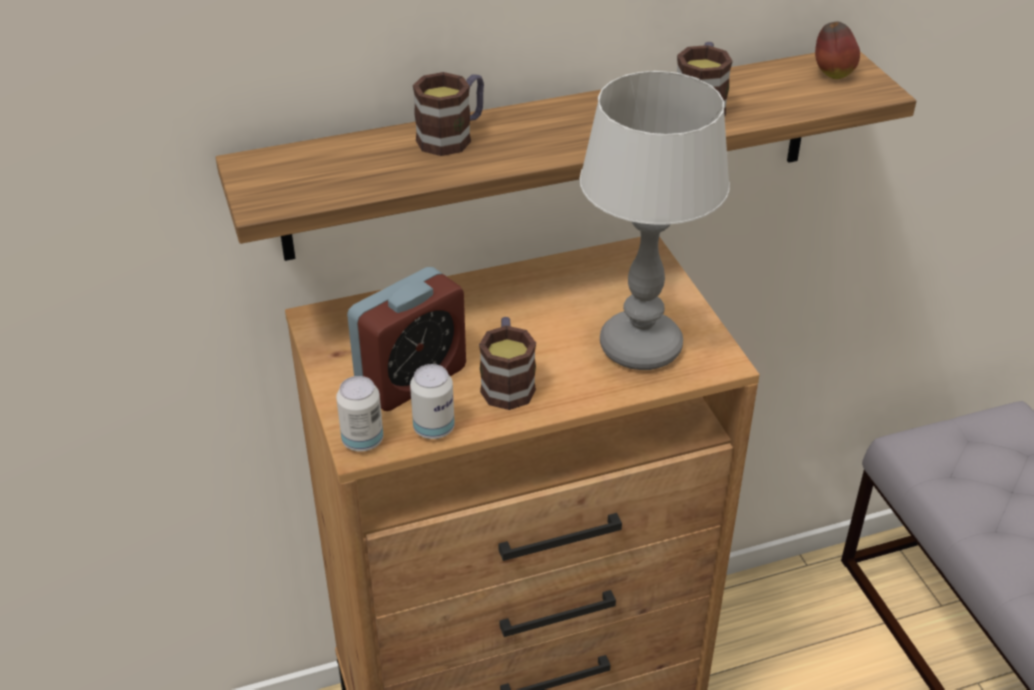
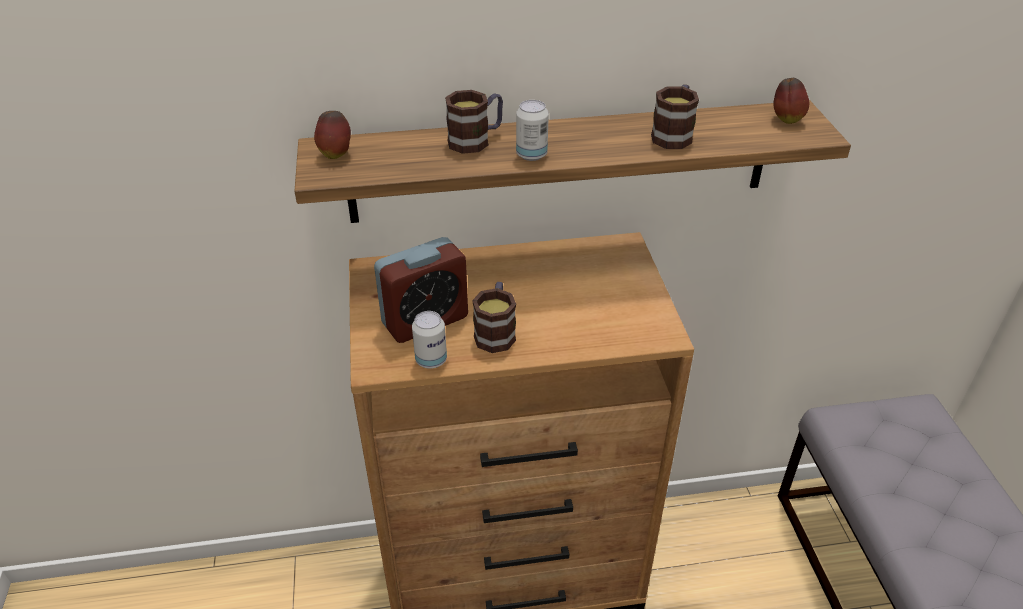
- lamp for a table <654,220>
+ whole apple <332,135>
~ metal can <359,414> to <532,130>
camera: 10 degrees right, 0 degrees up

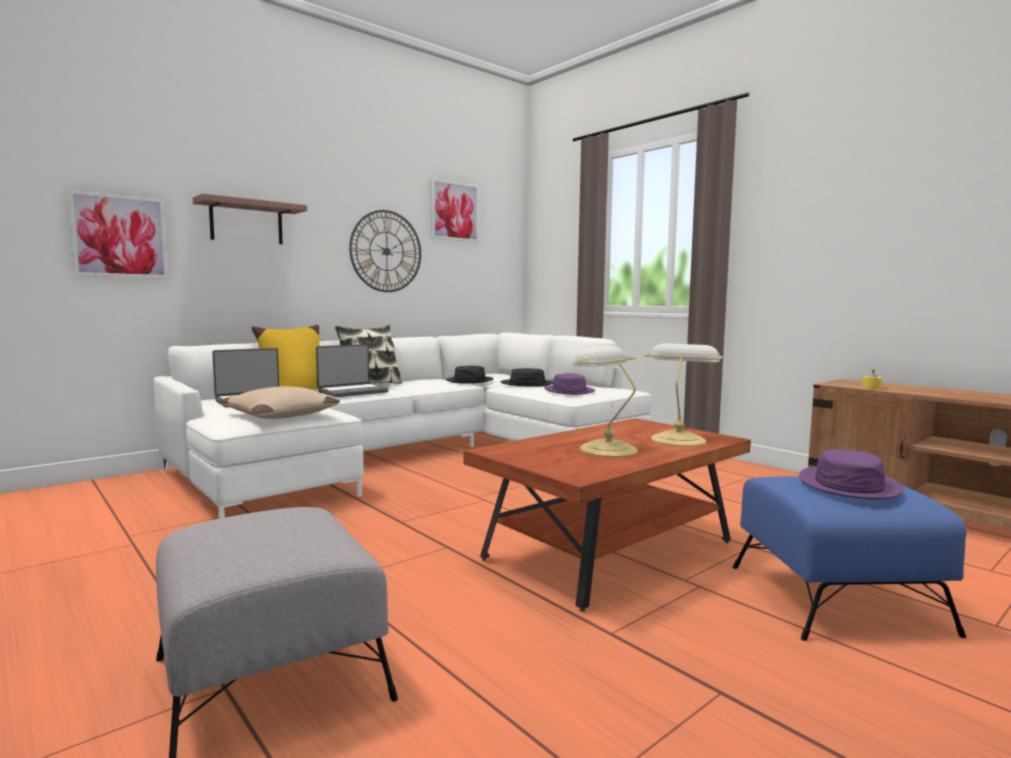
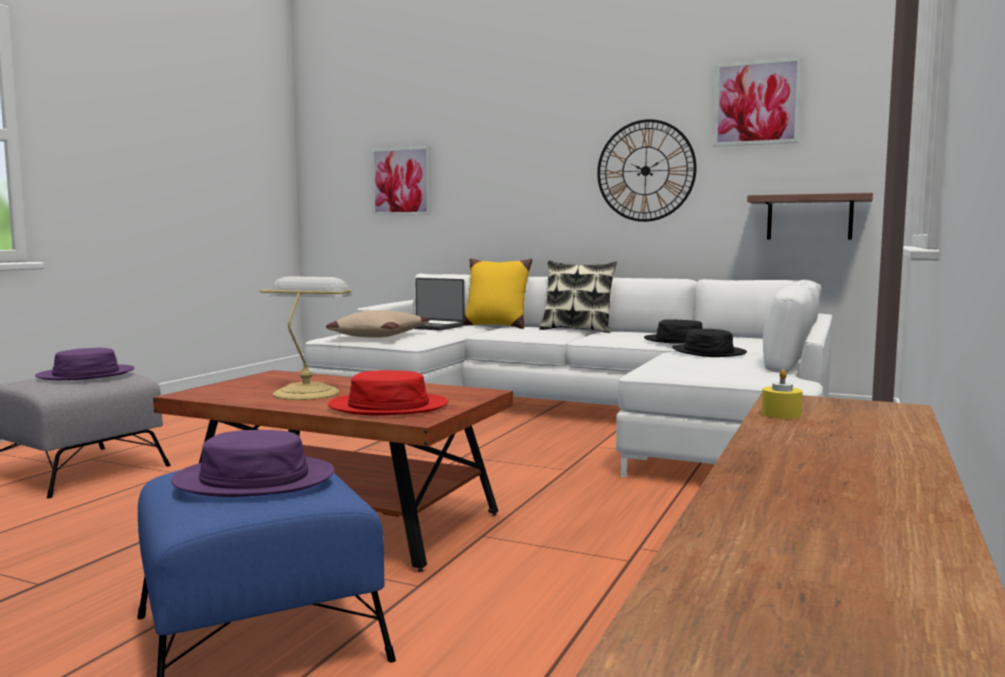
- portable computer <352,370>
~ wall shelf <250,218> to <810,216>
~ wearable hat/purple-coloured <569,384> to <85,364>
~ lamp for a table <683,395> to wearable hat/red-coloured <388,393>
camera: 65 degrees right, 0 degrees up

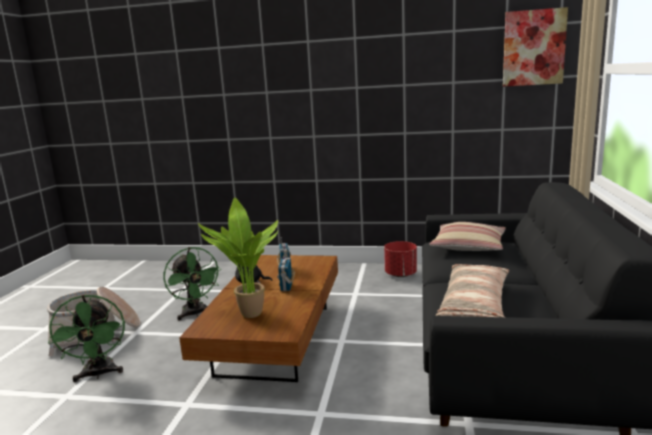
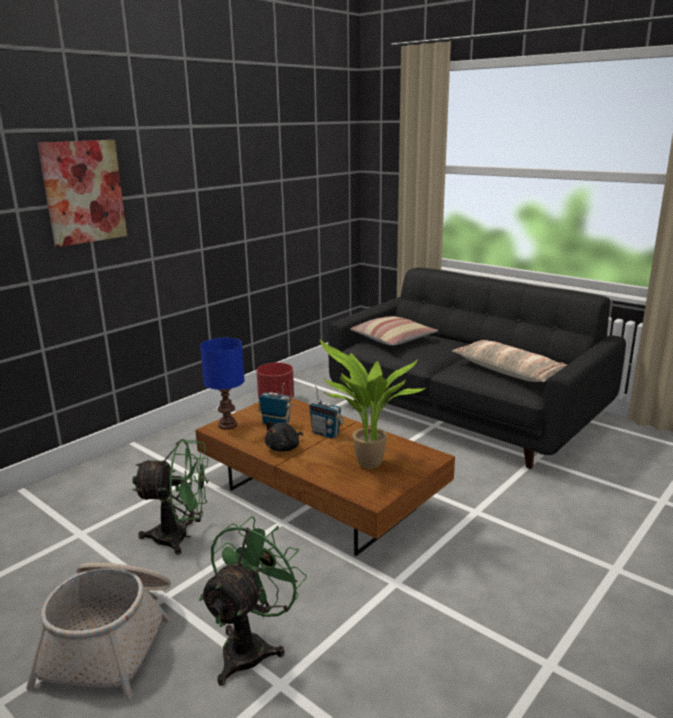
+ lamp for a table/bluish <222,384>
~ wall picture <535,47> to <82,193>
~ cooling fan/green-coloured <86,338> = <253,601> 75 degrees counterclockwise
camera: 60 degrees left, 5 degrees up

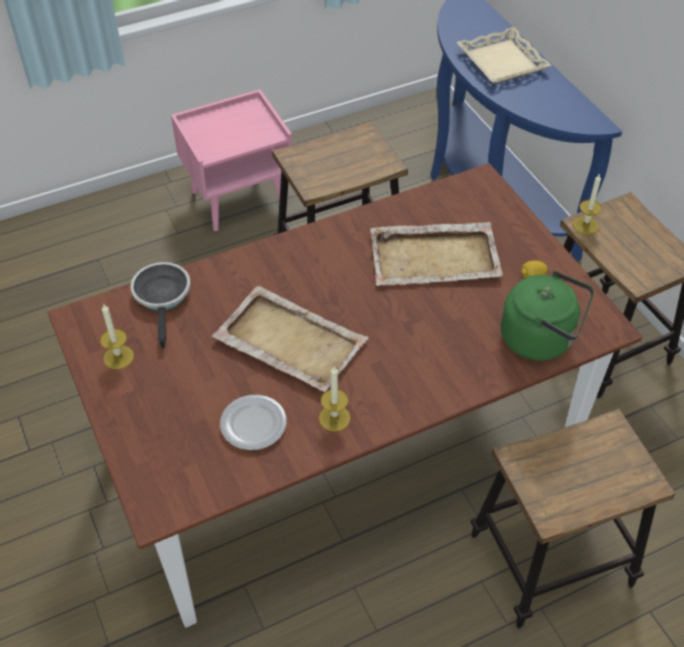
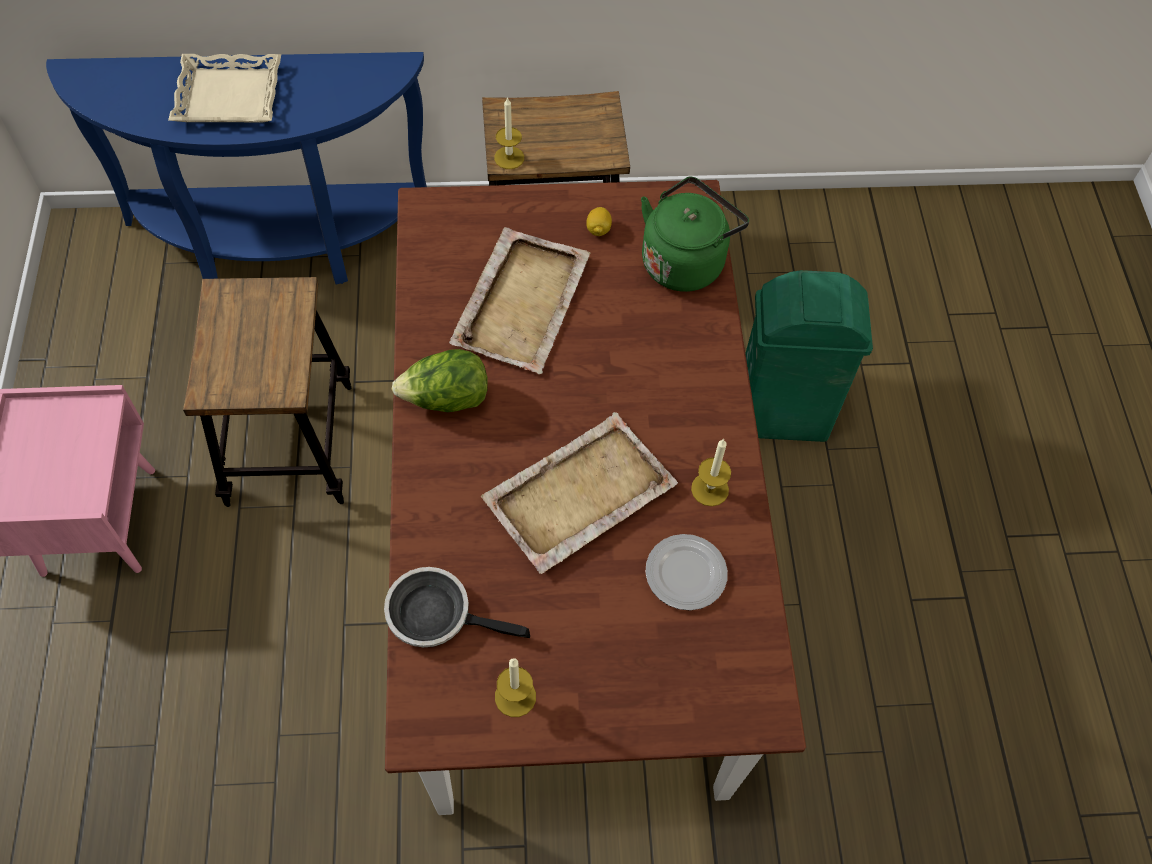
+ head of lettuce <440,380>
~ sitting stool <573,519> to rubbish bin/green-coloured <809,356>
camera: 70 degrees left, 10 degrees up

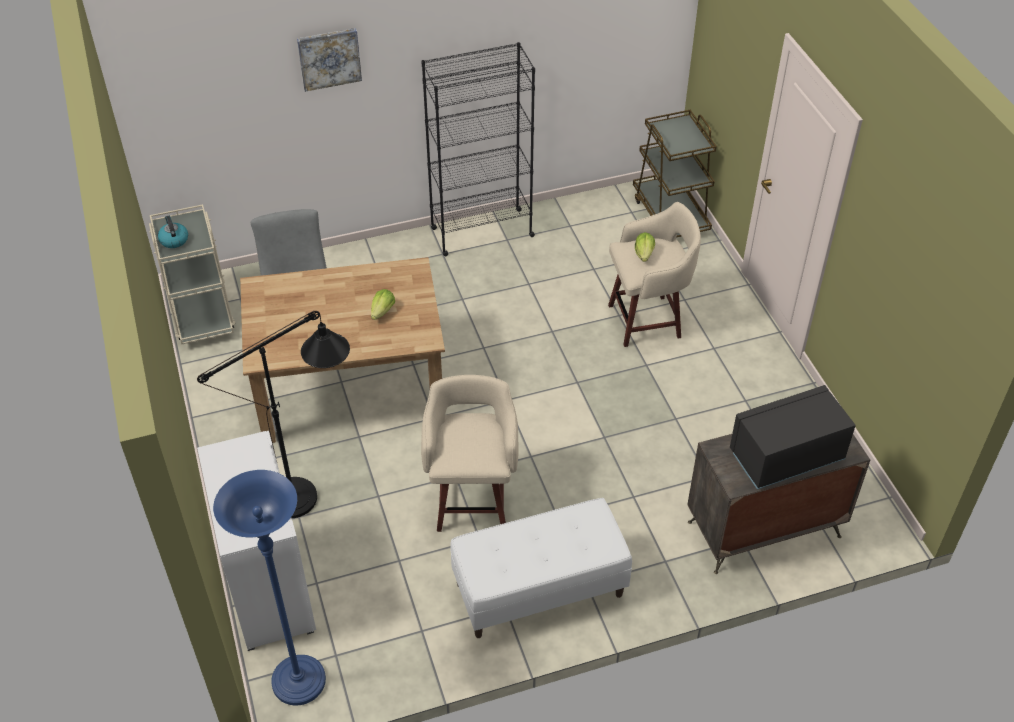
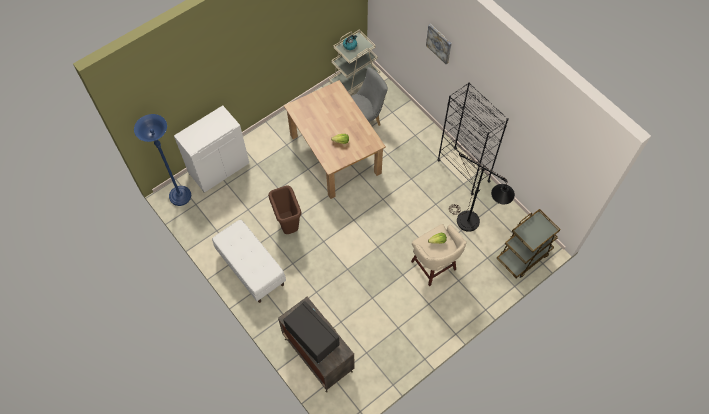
~ standing lamp/black-coloured <273,414> to <482,192>
~ sitting stool/sand-coloured <470,453> to rubbish bin/brown-coloured <284,209>
camera: 70 degrees right, 15 degrees up

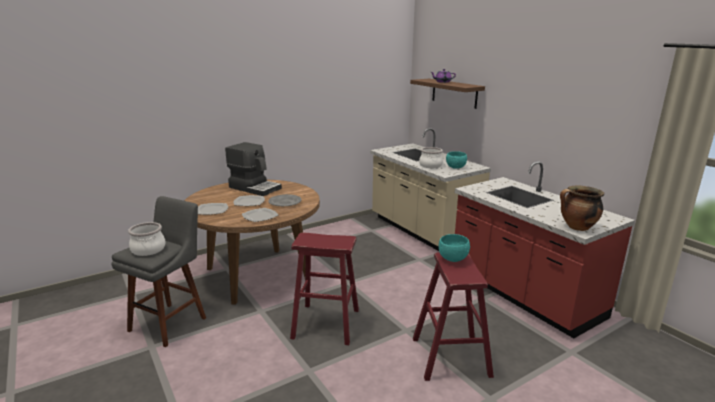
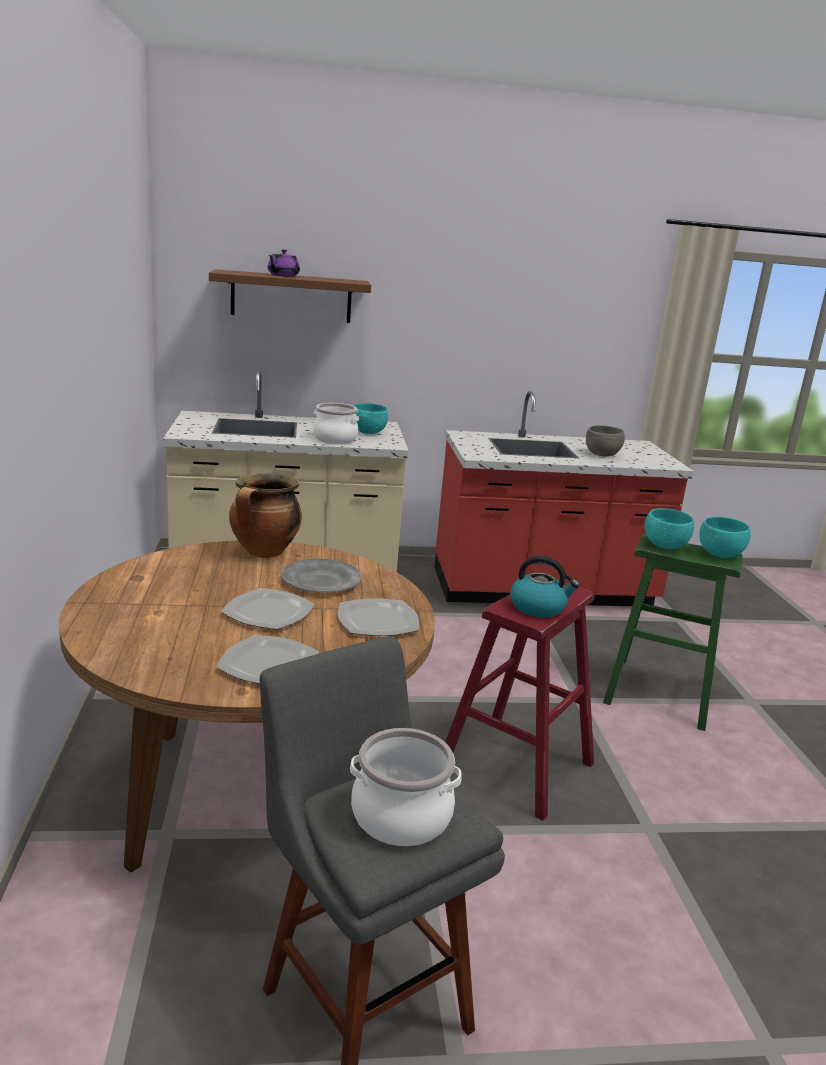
- coffee maker <253,169>
+ water kettle <545,587>
+ serving bowl/gray <605,441>
+ serving bowl/blue-green <725,537>
~ stockpot <582,208> to <265,515>
~ sitting stool/red-coloured <453,316> to sitting stool/green-coloured <672,632>
camera: 65 degrees left, 0 degrees up

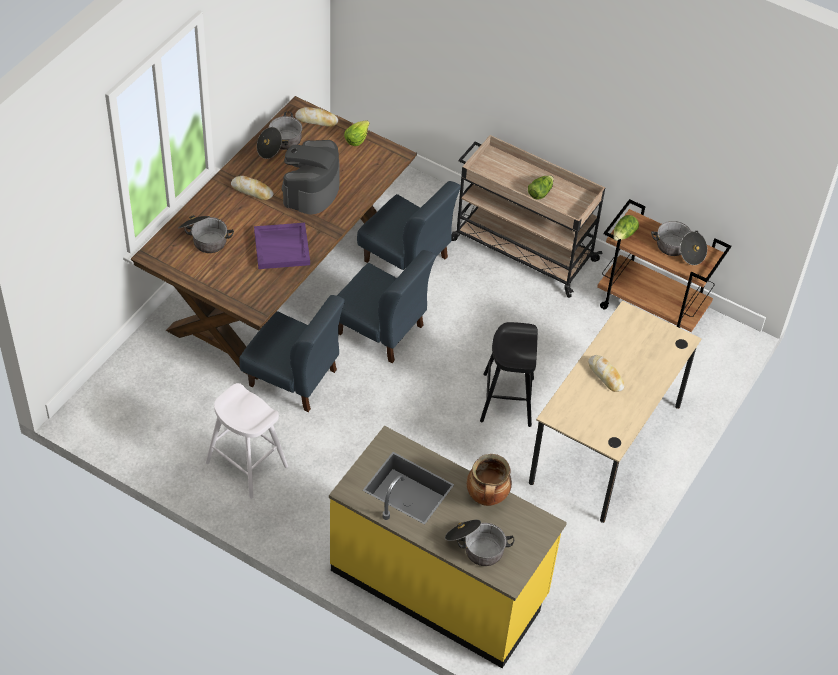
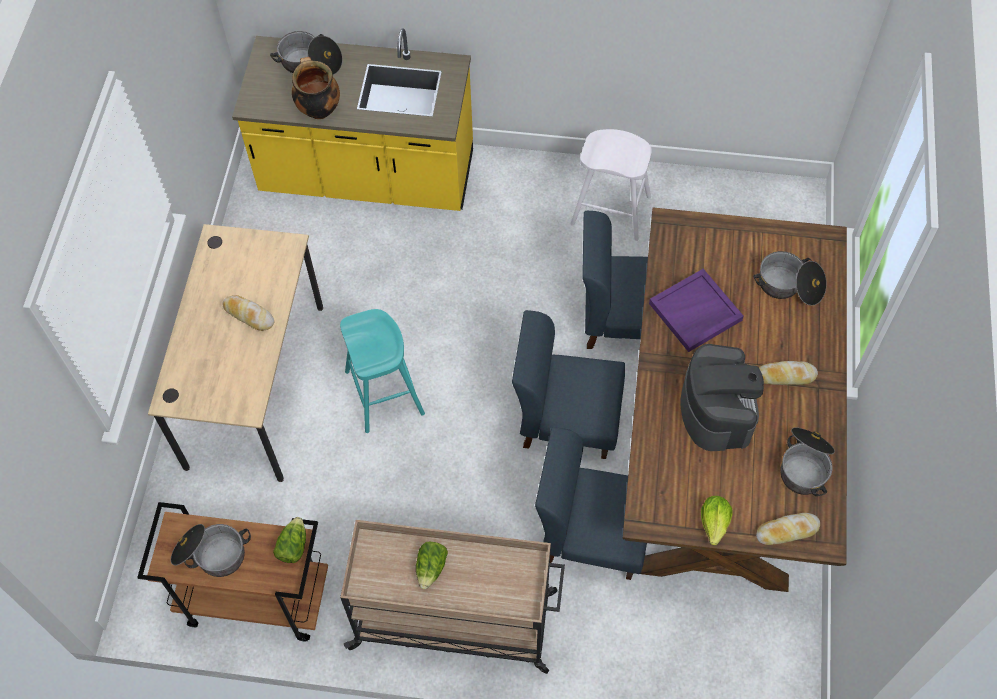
~ sitting stool/black-coloured <509,374> to sitting stool/blue-green <382,371>
camera: 160 degrees right, 10 degrees up

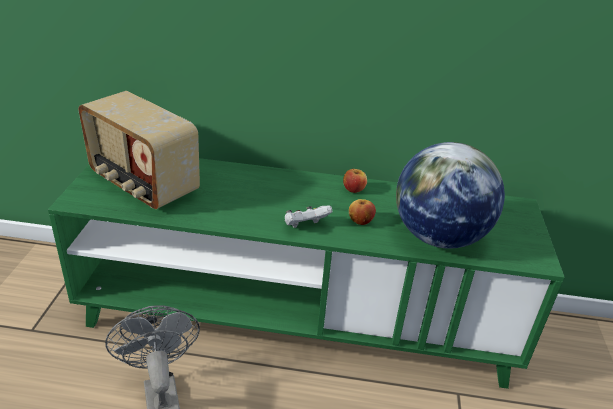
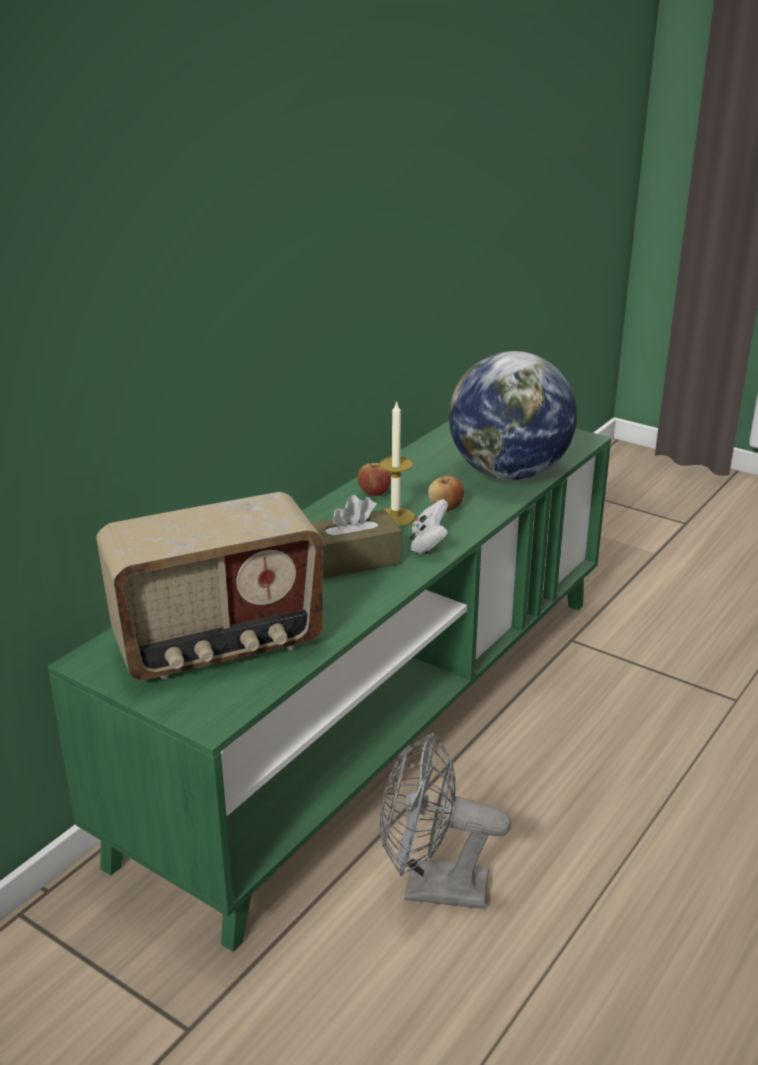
+ tissue box/brown-coloured <357,537>
+ wax candle <397,463>
camera: 60 degrees left, 5 degrees down

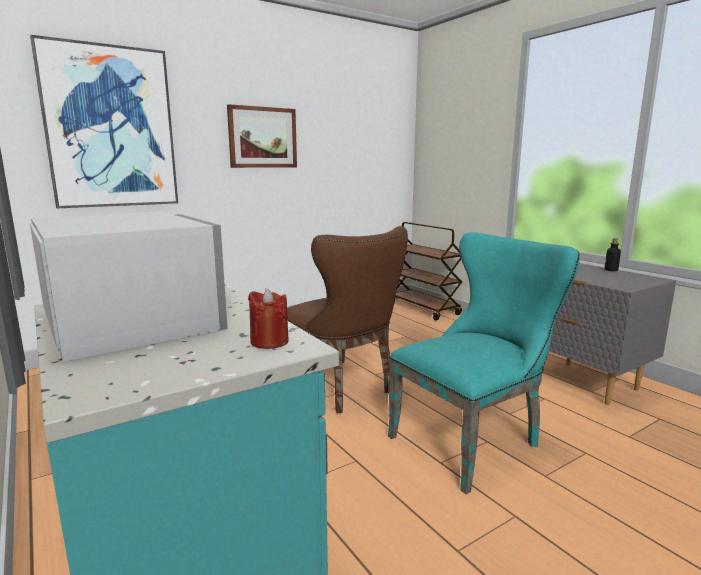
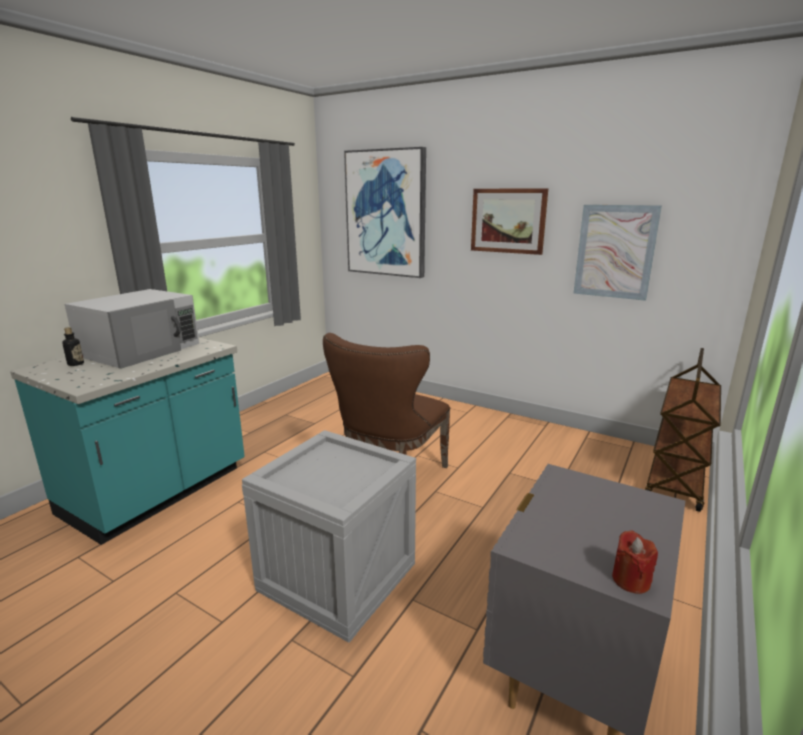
+ wall picture <617,253>
~ wax candle/red-coloured <268,319> to <635,562>
~ drink bottle <612,254> to <73,346>
~ plain chair/blue-green <484,363> to shipping crate <329,536>
camera: 65 degrees right, 5 degrees up

